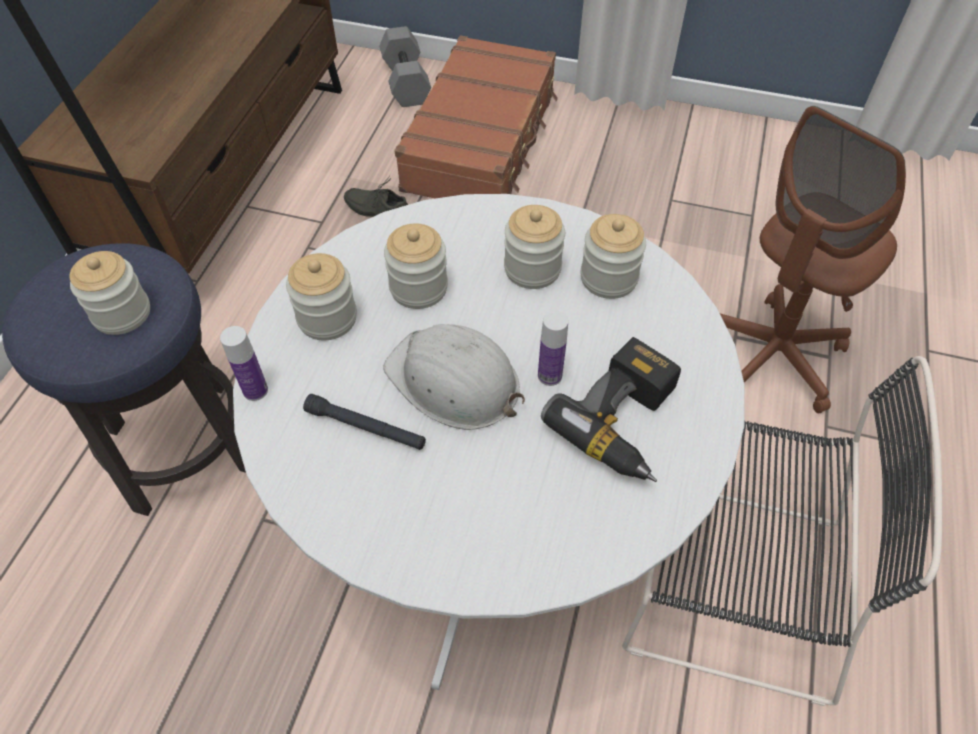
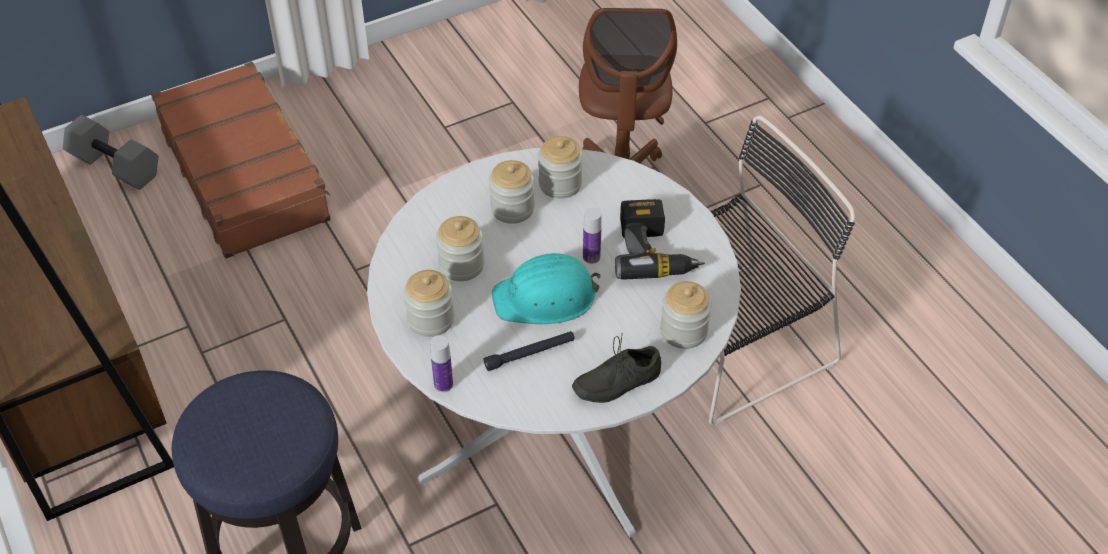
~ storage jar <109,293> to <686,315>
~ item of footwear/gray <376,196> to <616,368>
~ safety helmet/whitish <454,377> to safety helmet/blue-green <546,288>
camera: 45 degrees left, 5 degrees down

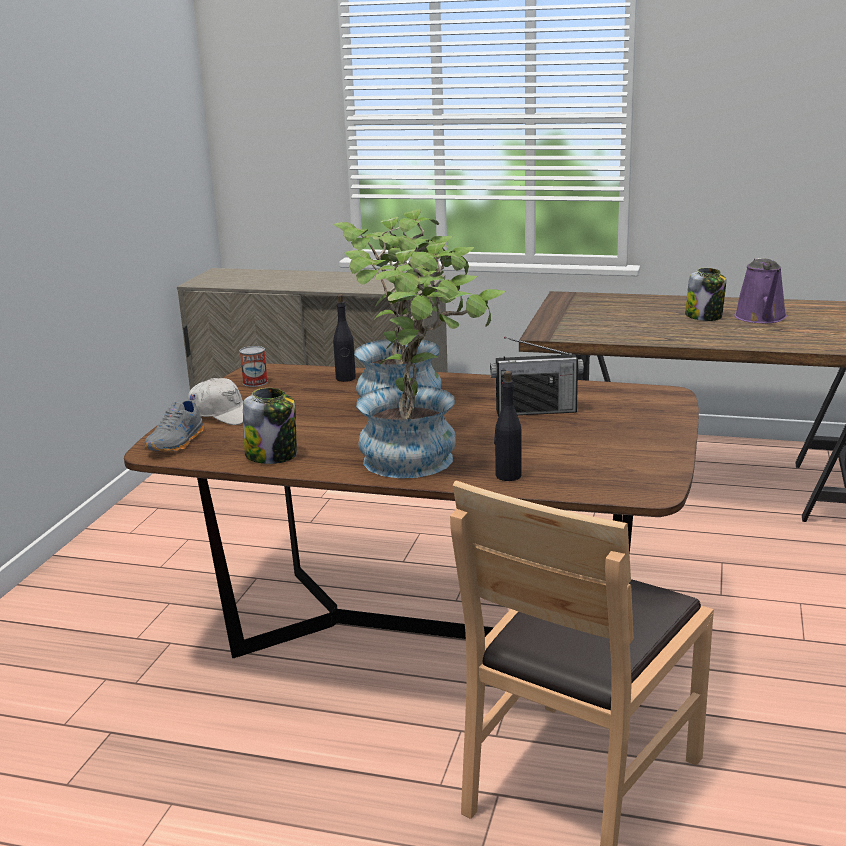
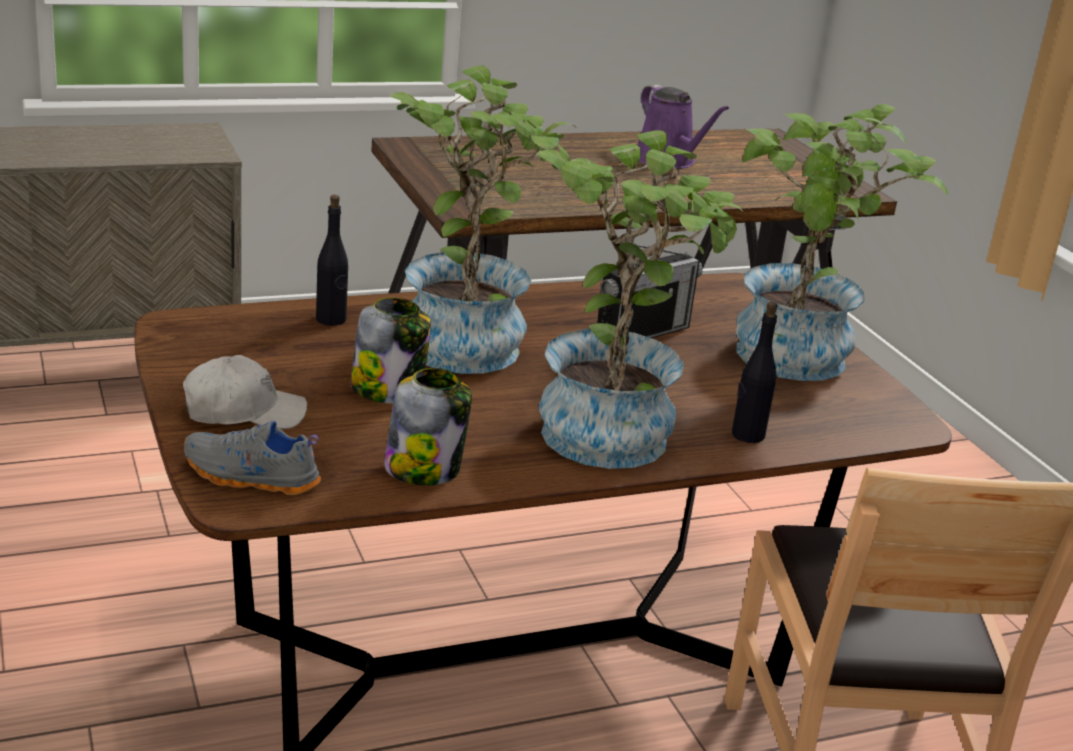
- metal can <253,366>
+ potted plant <842,242>
~ storage jar <705,294> to <391,350>
~ item of footwear/gray <174,423> = <252,457> 120 degrees clockwise
camera: 40 degrees left, 5 degrees up

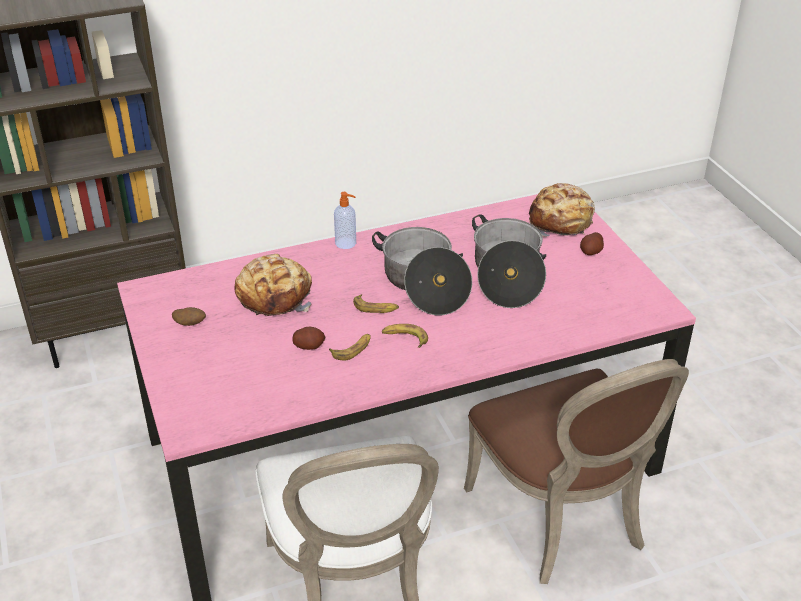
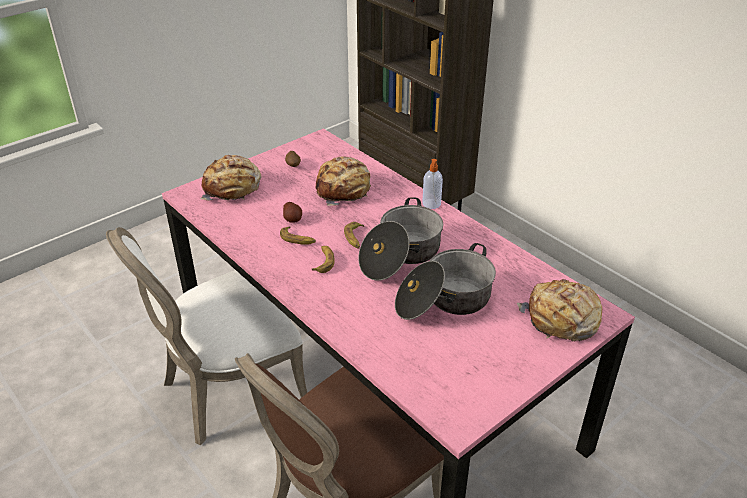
- potato <592,243>
+ bread <230,178>
camera: 70 degrees right, 0 degrees up

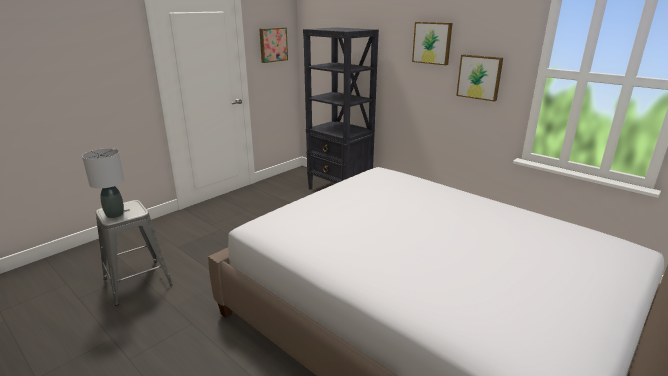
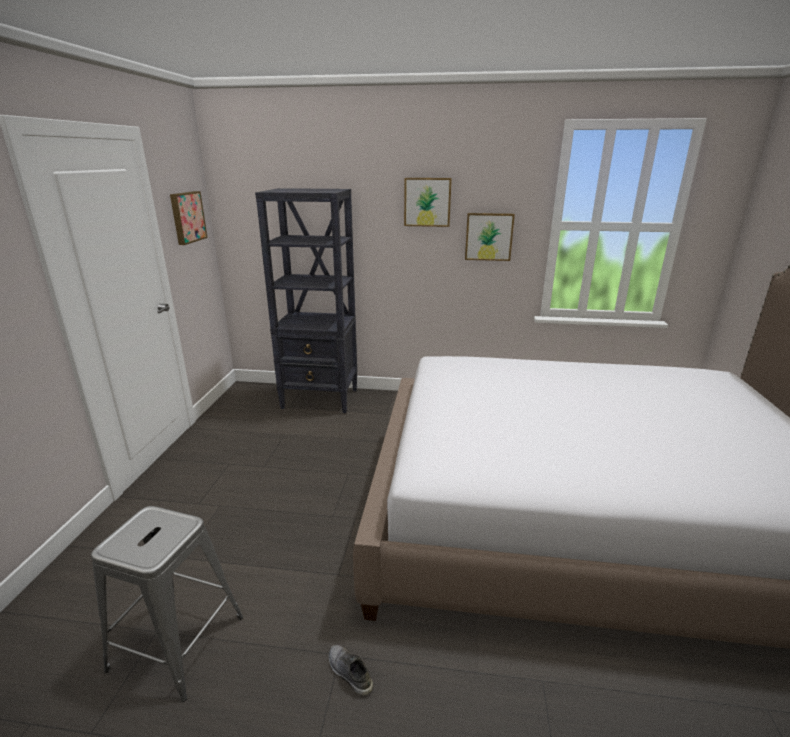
- lamp for a table/gray <103,183>
+ item of footwear/gray <351,670>
camera: 35 degrees left, 0 degrees up

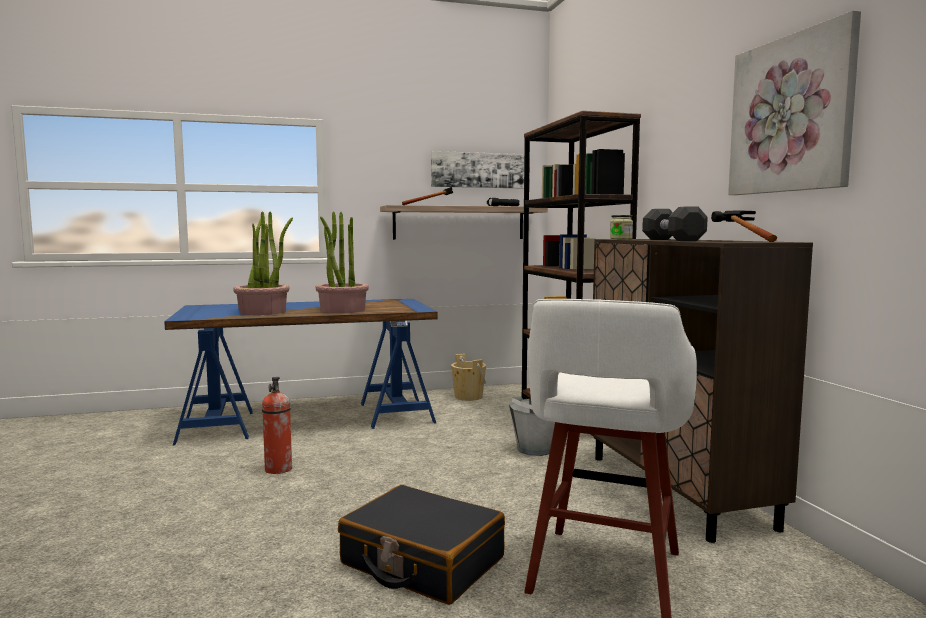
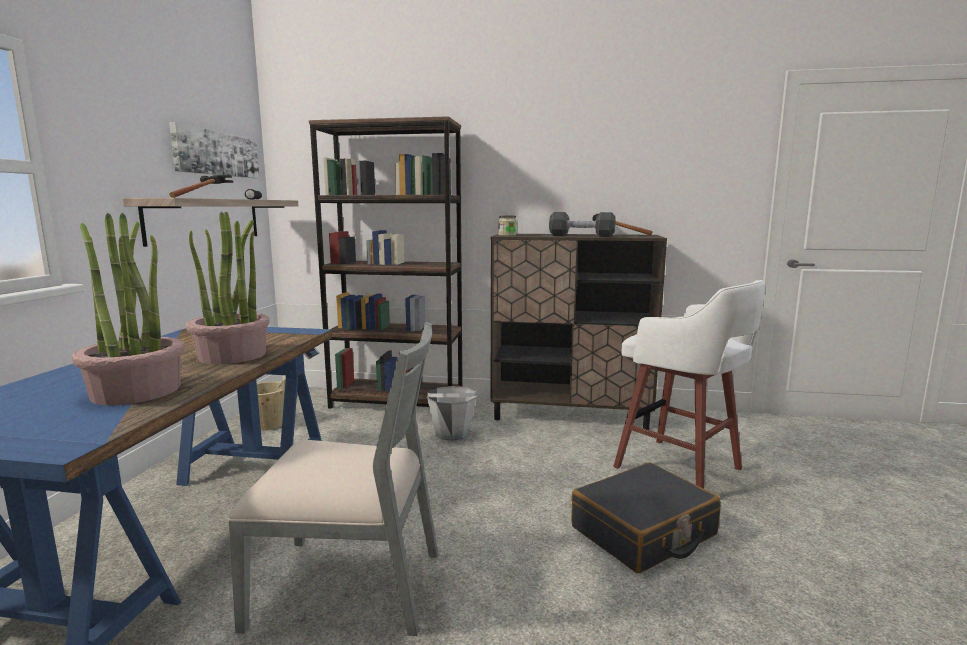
- wall picture <794,102>
~ extinguisher <277,425> to plain chair/gray <333,479>
camera: 65 degrees left, 5 degrees up

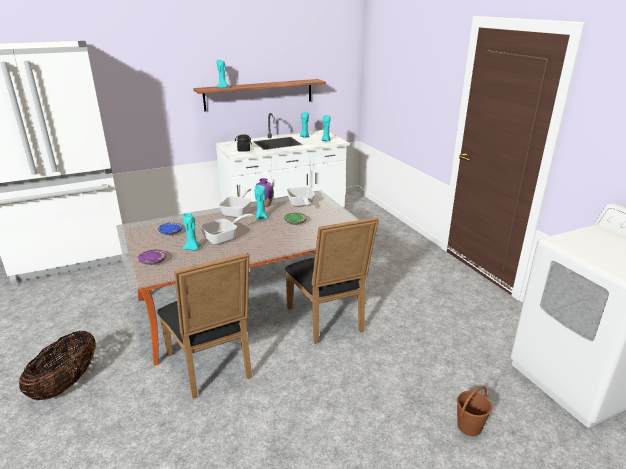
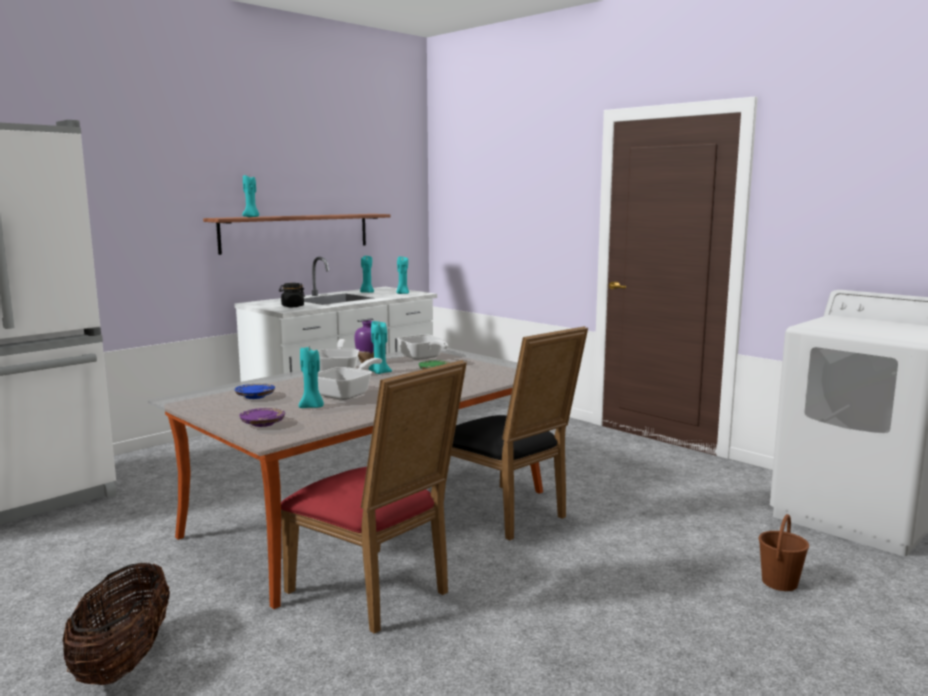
~ plain chair/black-coloured <204,326> to plain chair/red-coloured <374,497>
camera: 20 degrees left, 15 degrees down

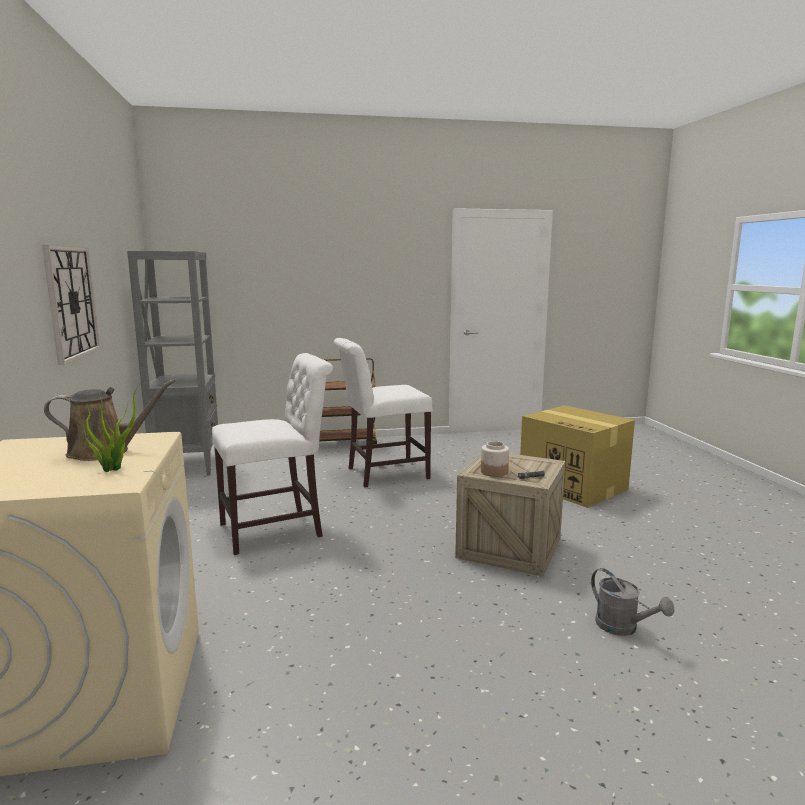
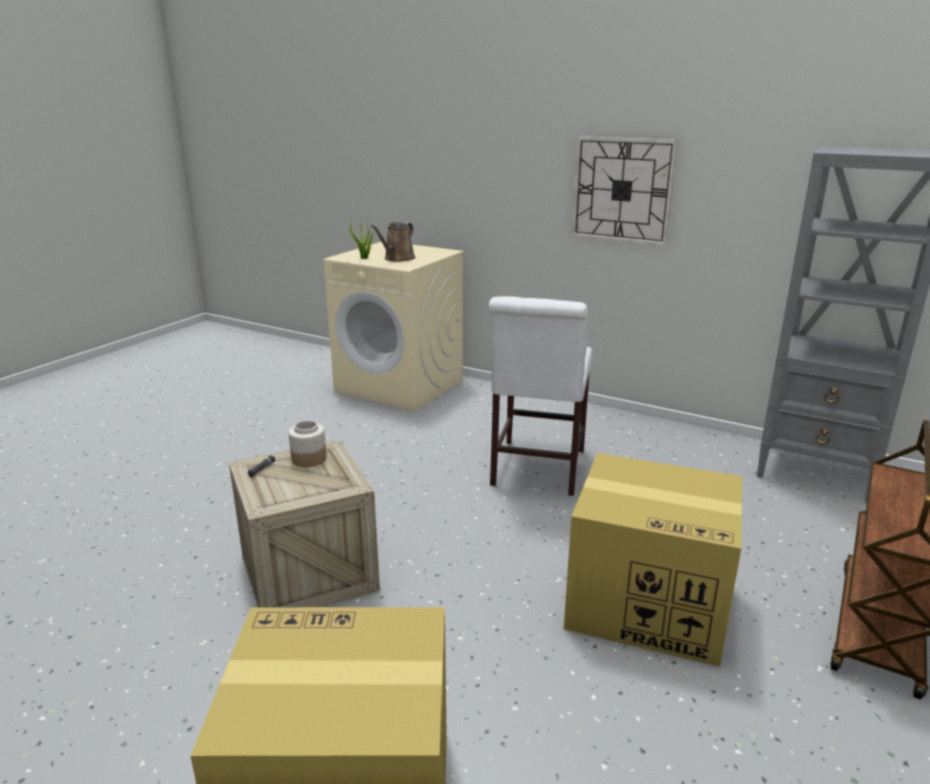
- sprinkling can/gray <632,602>
~ plain chair/whitish <383,412> to cardboard box <653,560>
camera: 130 degrees right, 10 degrees up

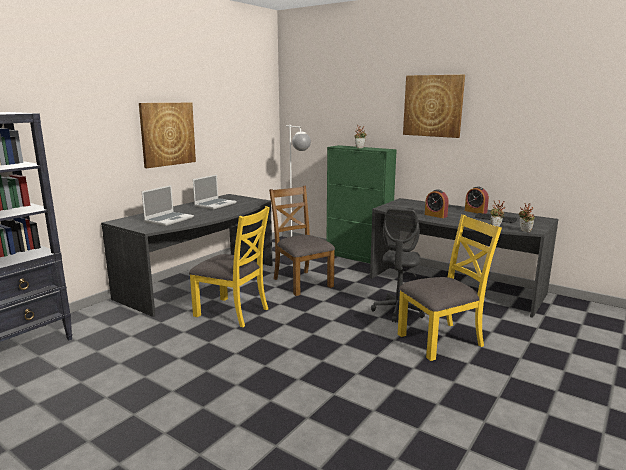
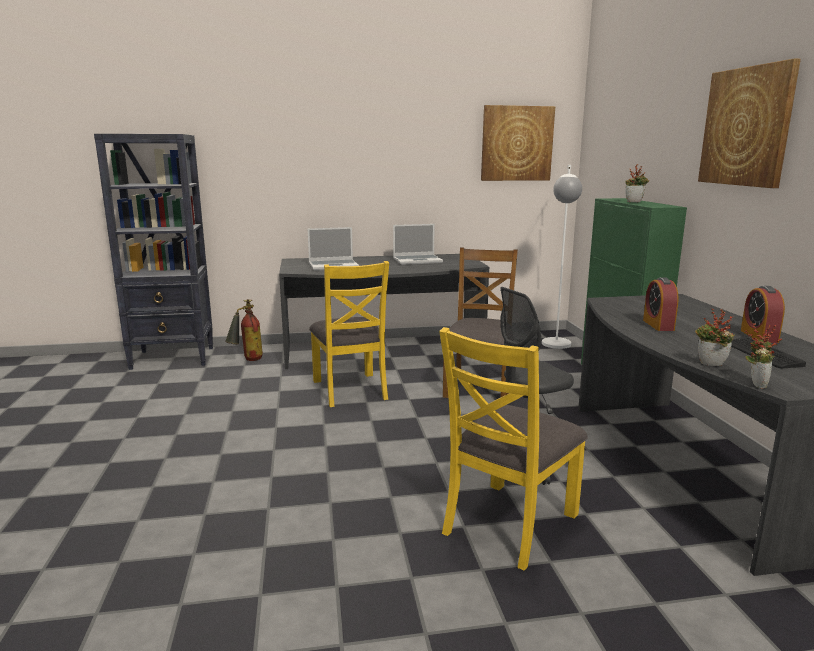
+ extinguisher <244,330>
~ wall picture <167,135> to <518,143>
~ plain chair/yellow <450,287> = <513,448> 105 degrees clockwise
camera: 45 degrees right, 0 degrees up

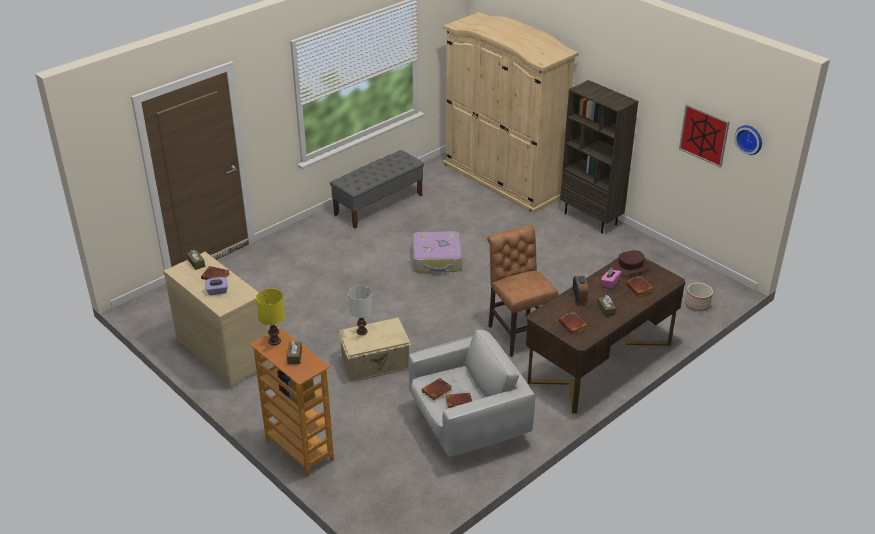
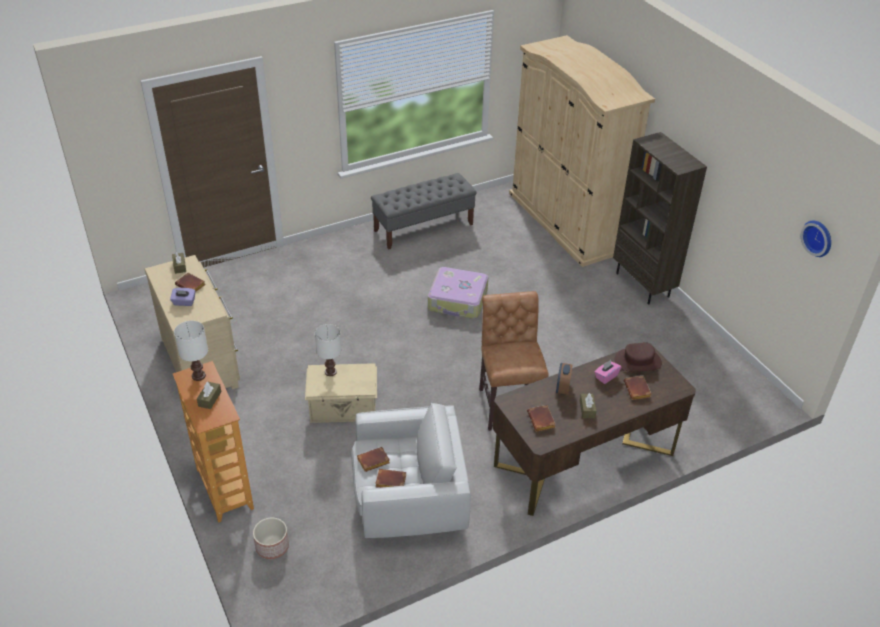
- wall picture <704,135>
~ planter <699,297> to <271,538>
~ lamp for a table/yellow <270,317> to lamp for a table/whitish <191,351>
camera: 15 degrees right, 5 degrees up

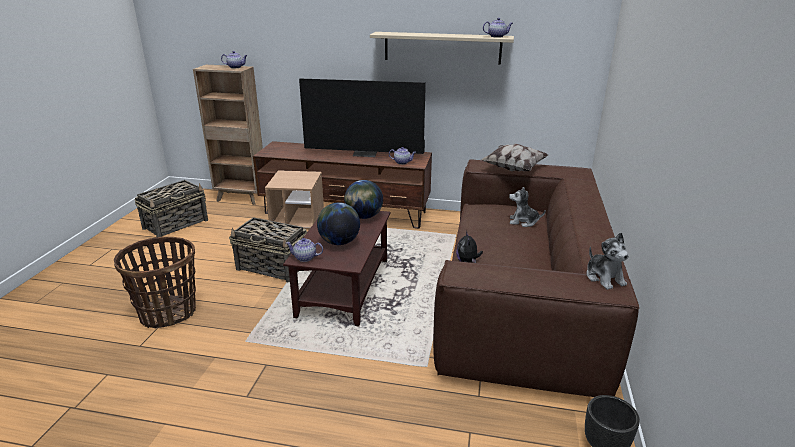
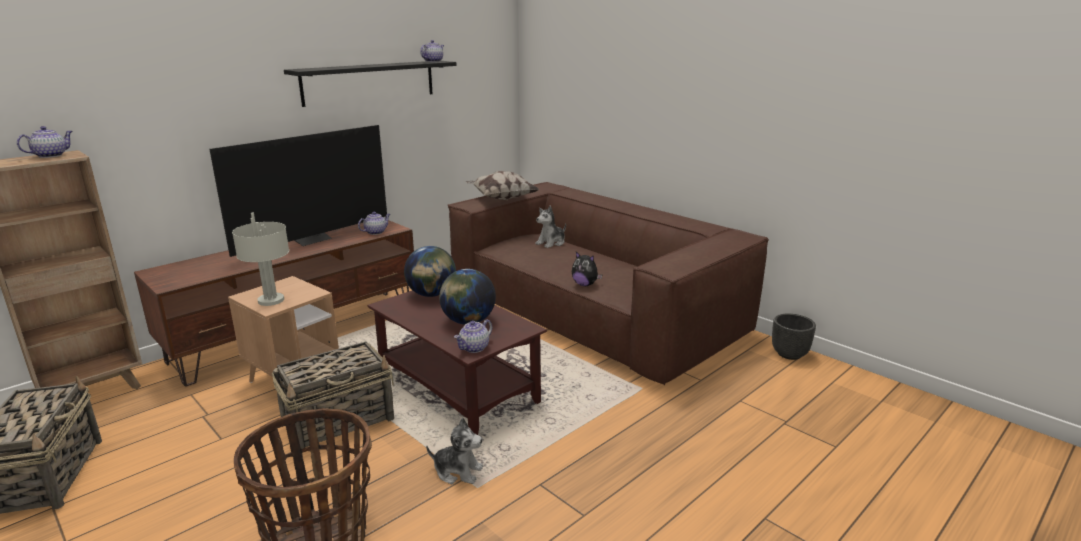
+ lamp for a table/gray <260,259>
~ cuddly toy <607,261> to <454,450>
~ wall shelf/sand-coloured <442,48> to wall shelf/black-coloured <370,84>
camera: 55 degrees left, 5 degrees down

